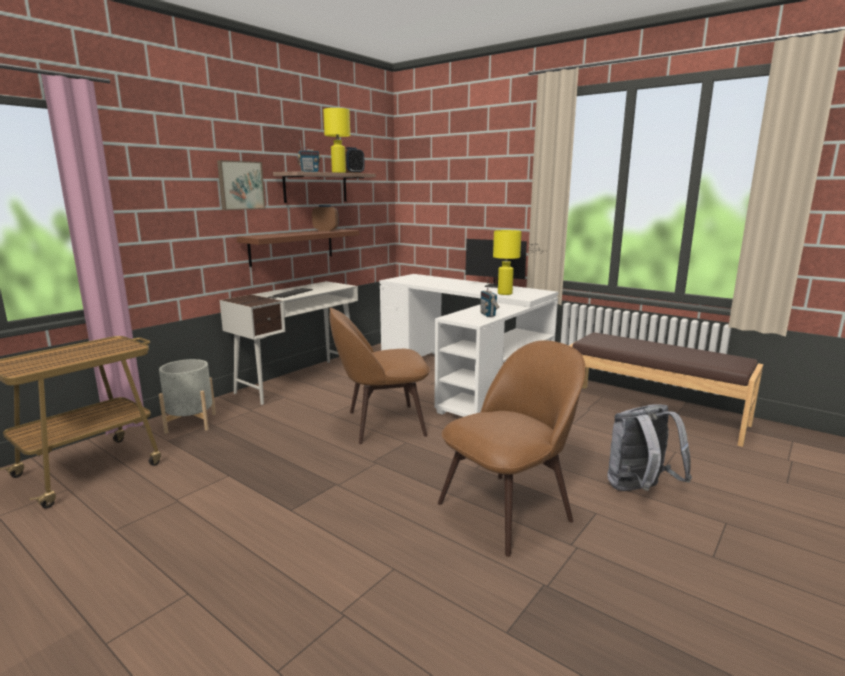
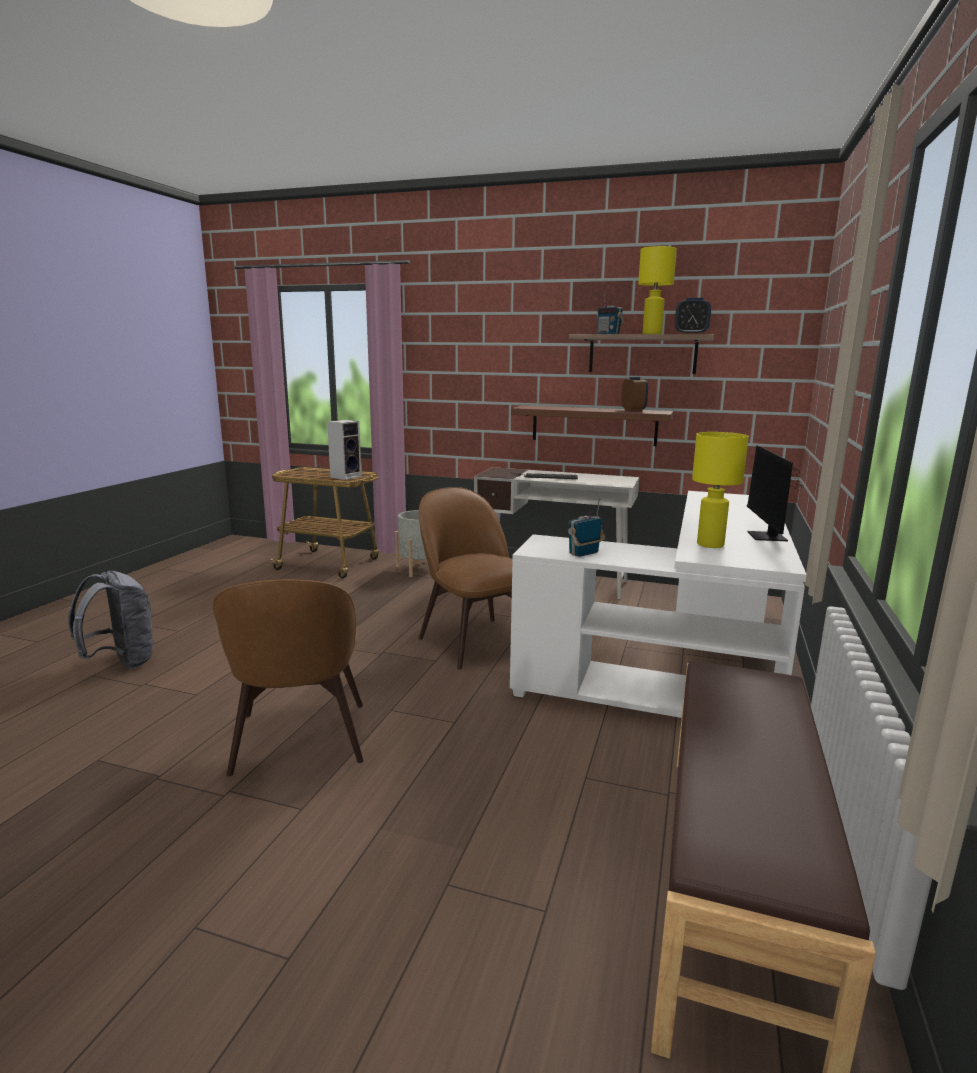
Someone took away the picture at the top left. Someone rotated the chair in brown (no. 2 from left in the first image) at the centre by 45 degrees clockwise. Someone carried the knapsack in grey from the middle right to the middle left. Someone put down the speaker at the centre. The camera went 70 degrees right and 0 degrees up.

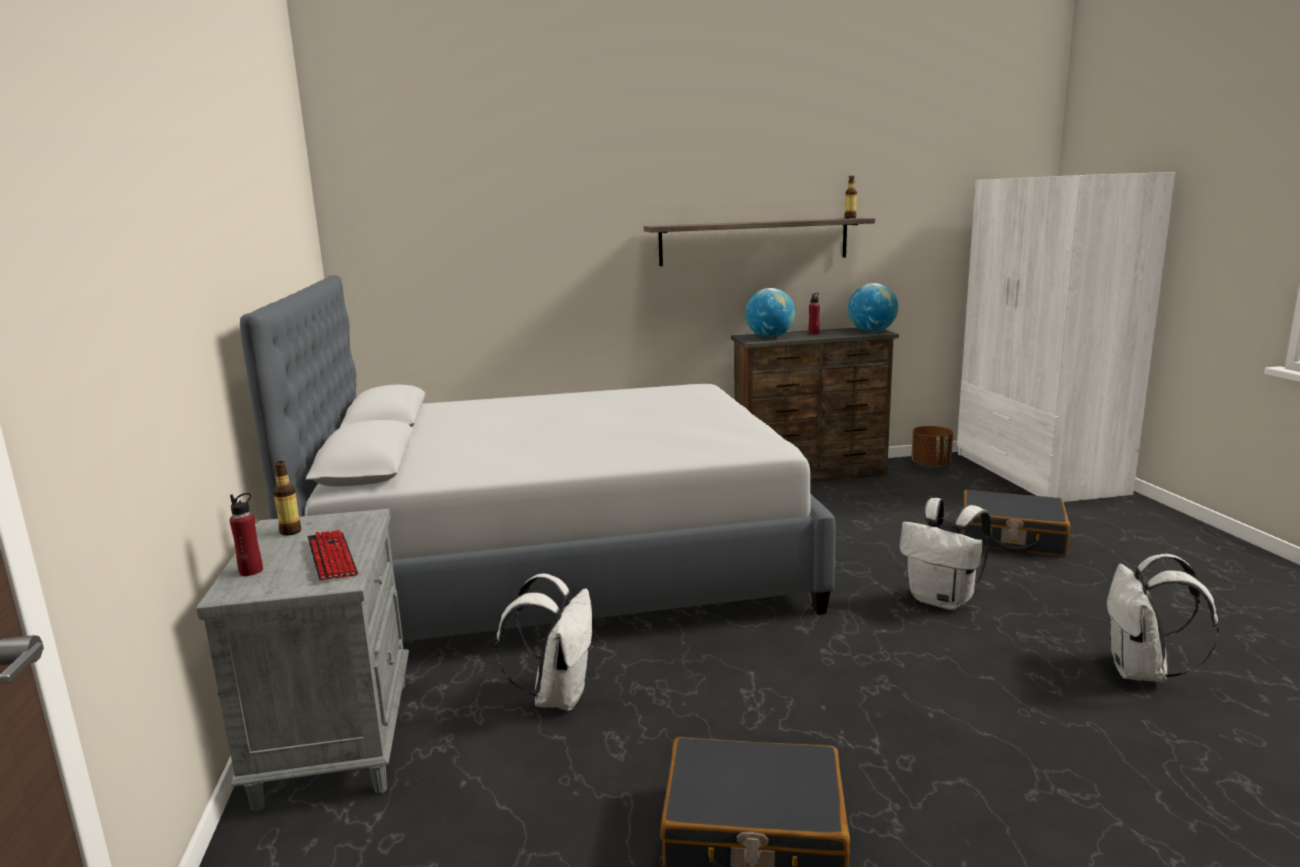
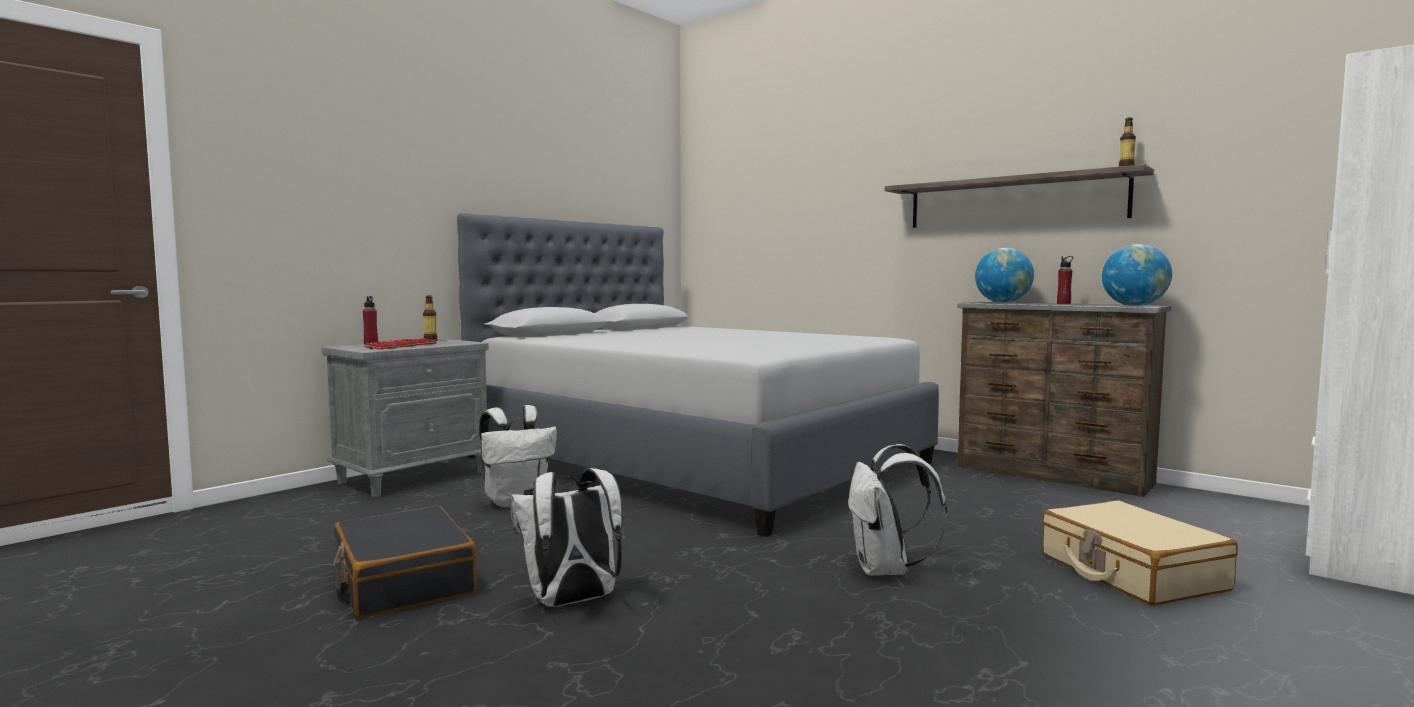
Someone took away the planter in brown at the middle right. Someone repainted the travel case in black-coloured (no. 2 from left) at the middle right, which became the travel case in beige at the bottom right. Someone carried the knapsack in whitish (no. 3 from left in the first image) from the bottom right to the bottom centre. The camera went 50 degrees right and 10 degrees down.

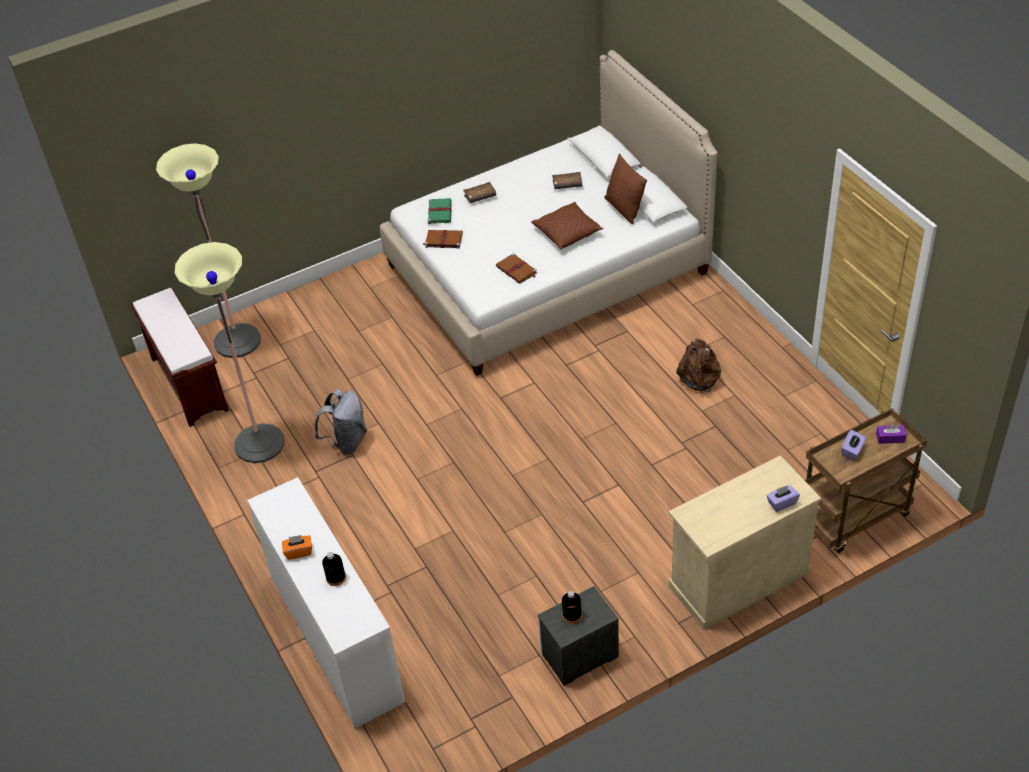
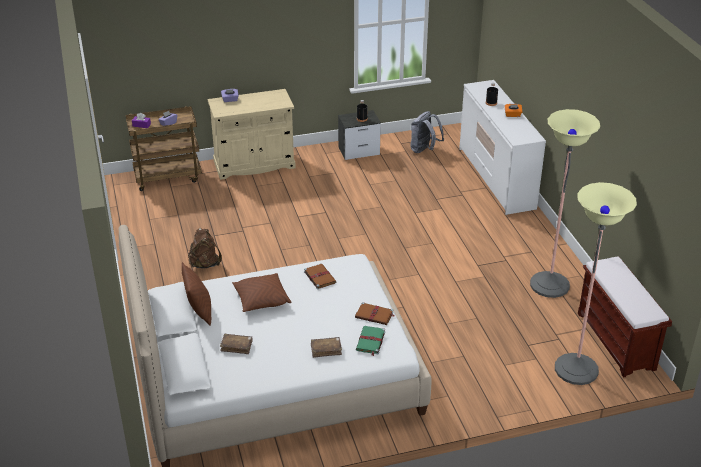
Someone carried the knapsack in grey from the middle left to the top centre. The camera went 170 degrees left and 10 degrees down.

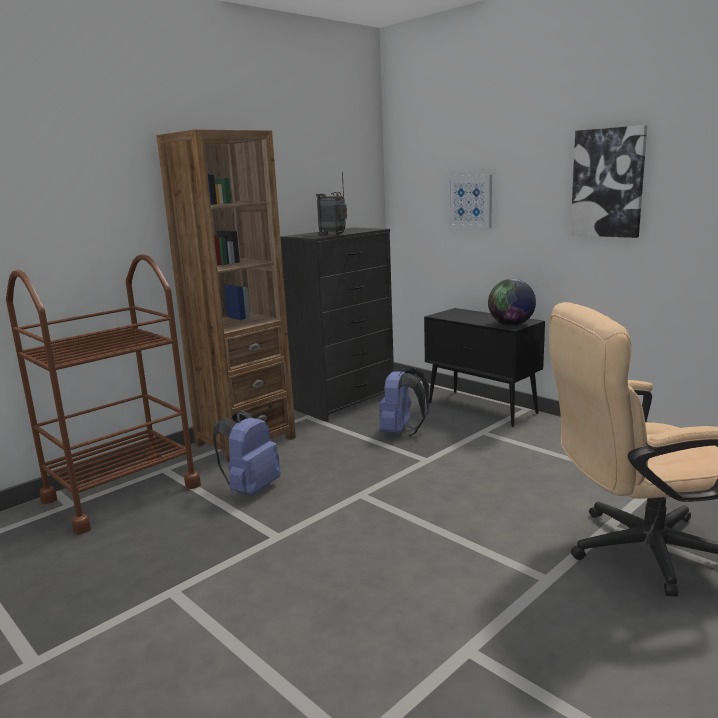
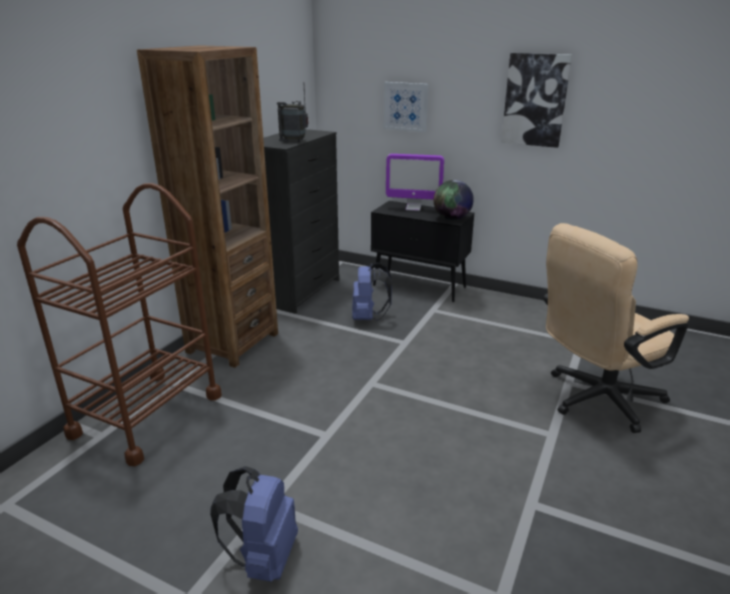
Someone carried the knapsack in blue (no. 1 from left) from the centre to the bottom centre. Someone put down the monitor at the top centre. The camera went 20 degrees left and 10 degrees up.

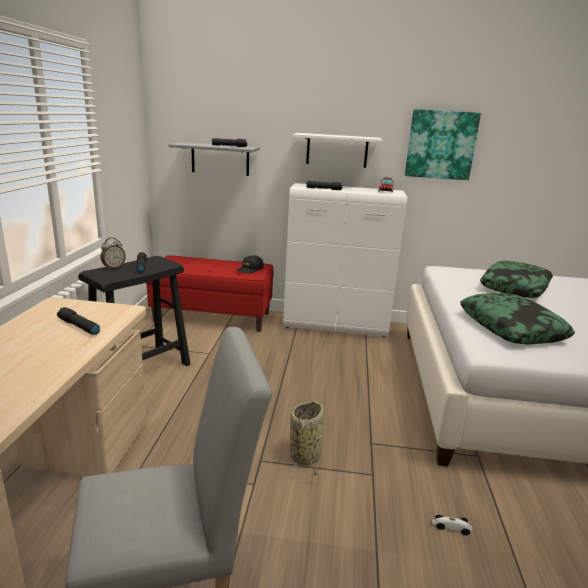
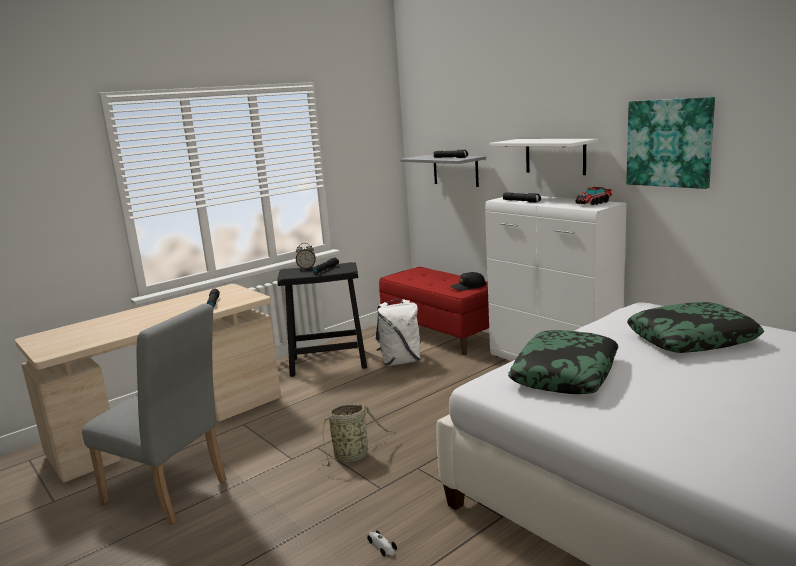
Someone put down the knapsack in whitish at the centre. The camera went 45 degrees right and 5 degrees down.

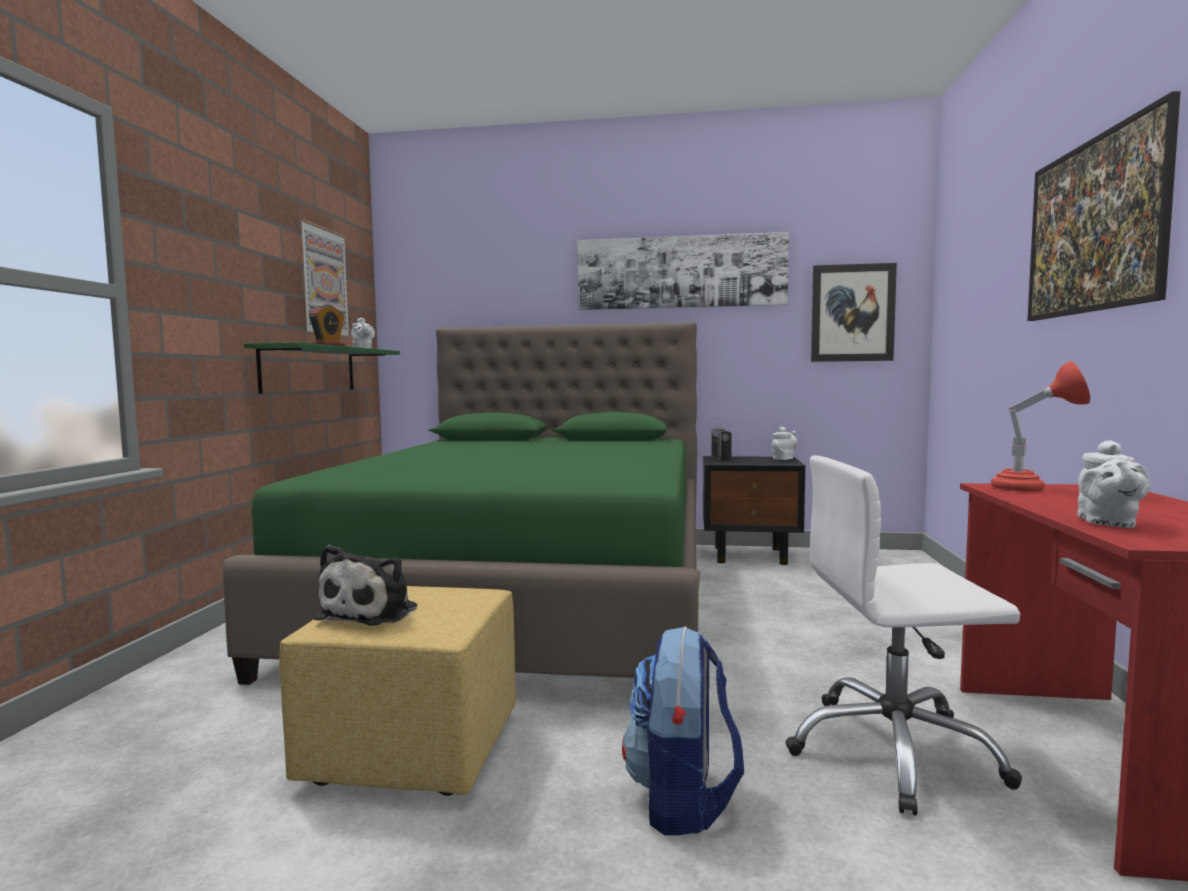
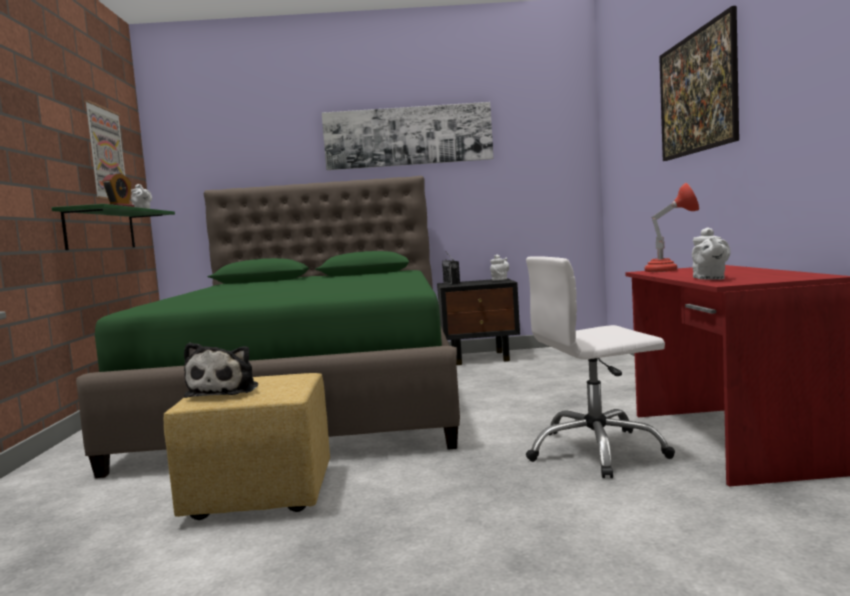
Someone took away the knapsack at the bottom centre. Someone took away the picture (no. 3 from left) at the middle right. The camera went 10 degrees left and 0 degrees up.

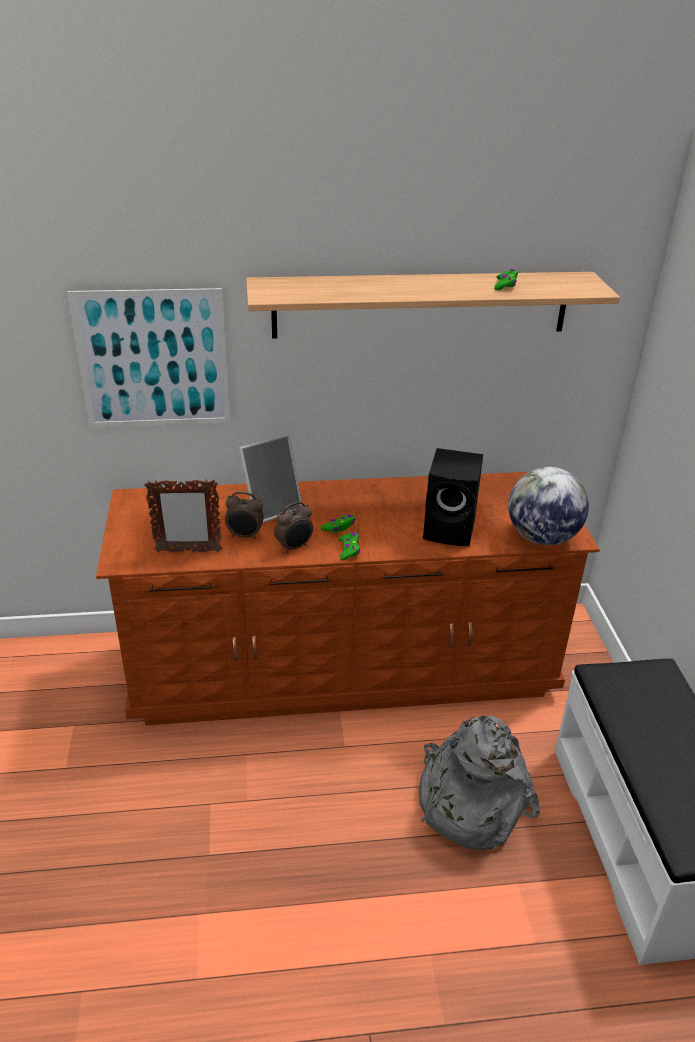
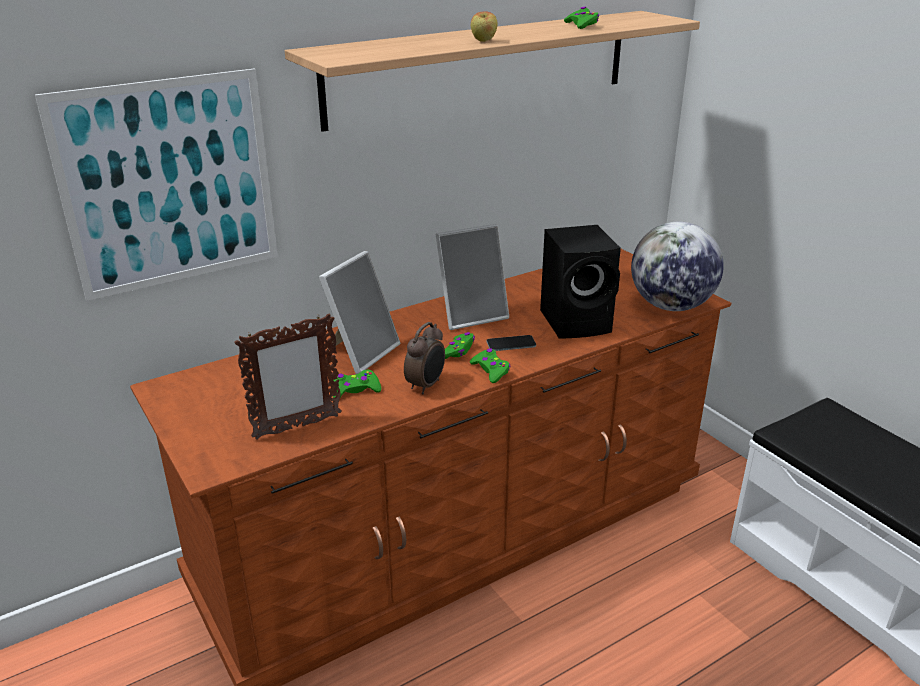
Someone swapped the alarm clock (no. 1 from left) at the centre for the gamepad in greenish (no. 1 from left) at the centre. Someone took away the knapsack in grey at the bottom right. Someone put down the photo frame (no. 3 from left) at the centre. Someone put down the whole apple at the top centre. Someone put down the telephone at the centre. The camera went 25 degrees left and 5 degrees down.

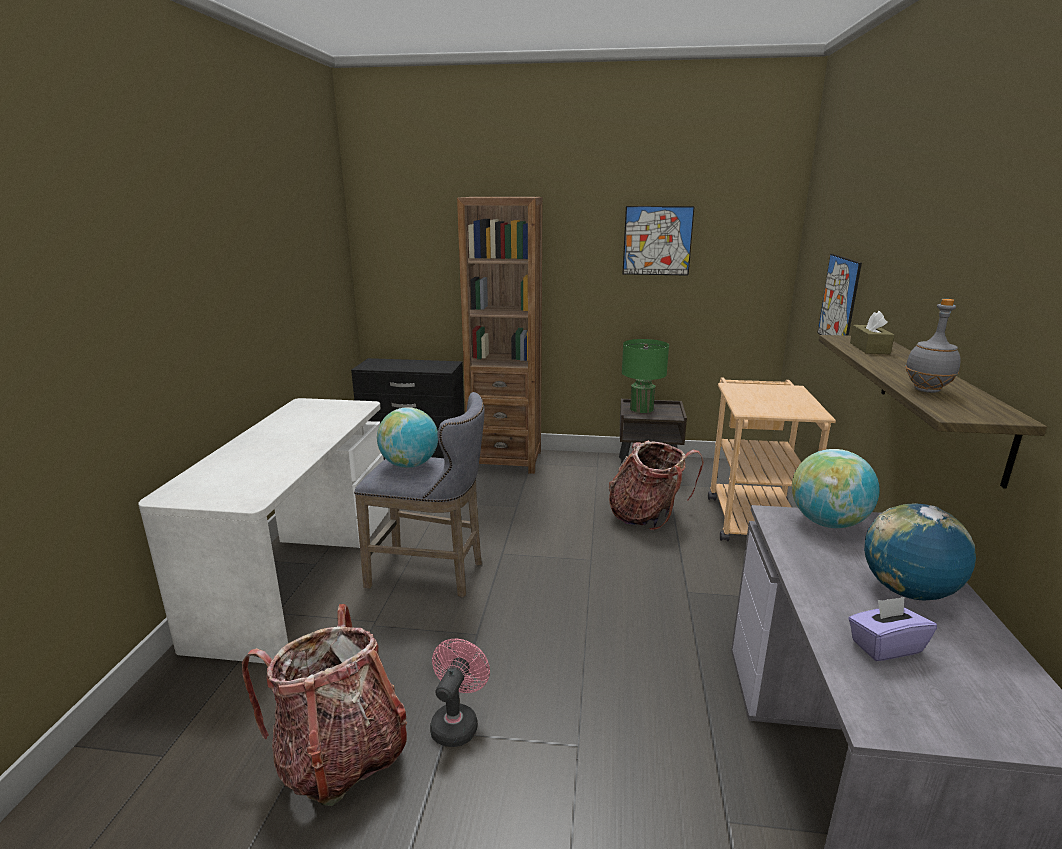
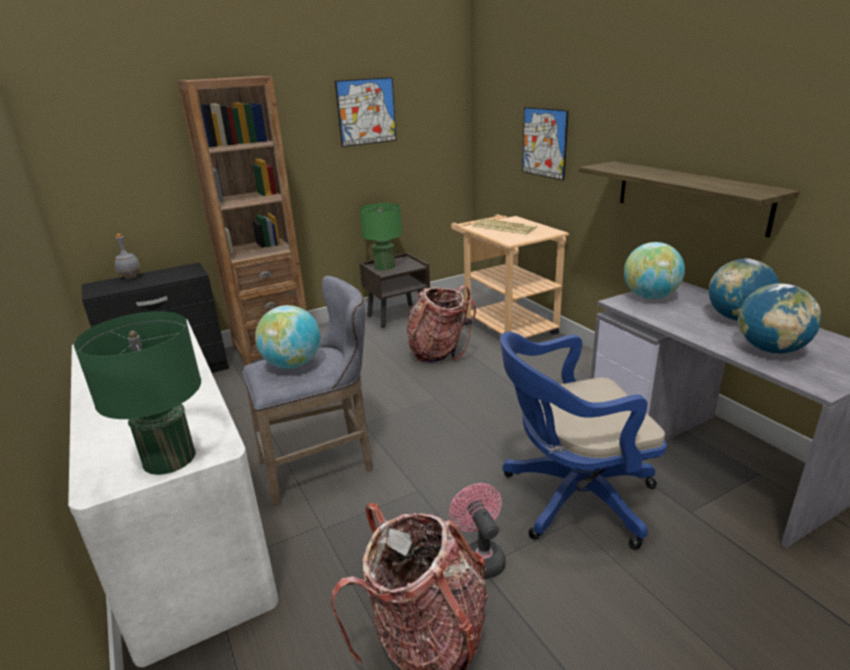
Someone swapped the tissue box in purplish at the bottom right for the desk globe (no. 4 from left) at the middle right. Someone took away the tissue box in brown at the middle right. Someone carried the drink bottle in grey from the middle right to the middle left. Someone put down the tabletop lamp in greenish (no. 1 from left) at the middle left. Someone put down the PC keyboard at the centre. Someone put down the office chair in blue at the middle right. The camera went 35 degrees left and 5 degrees up.

